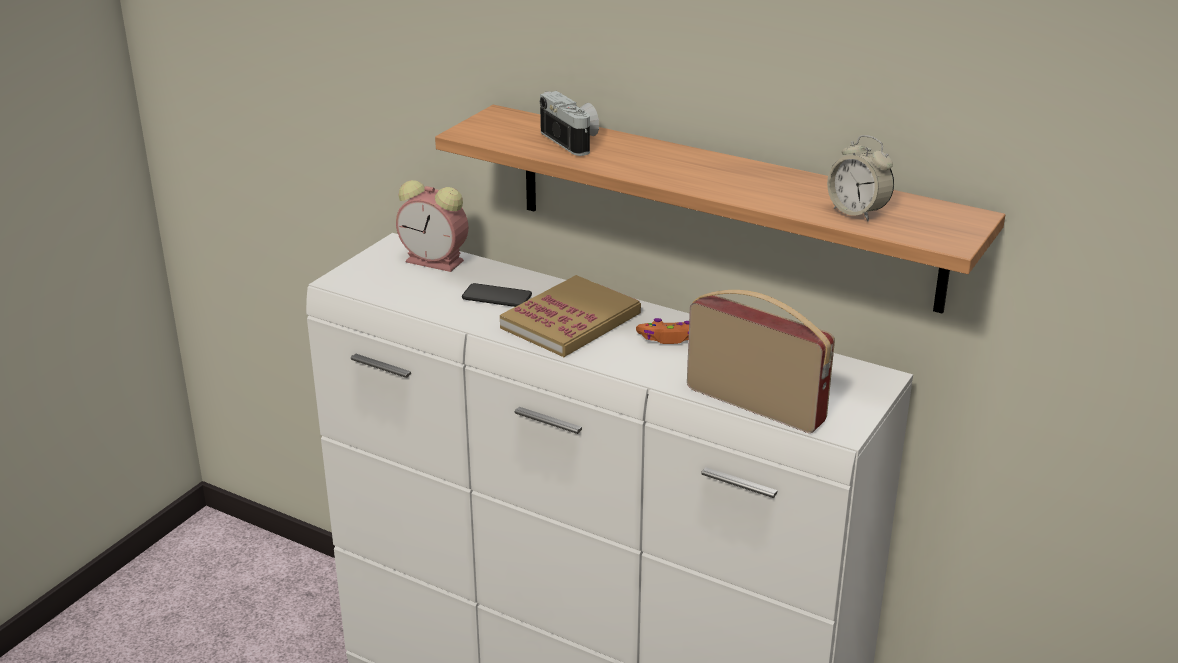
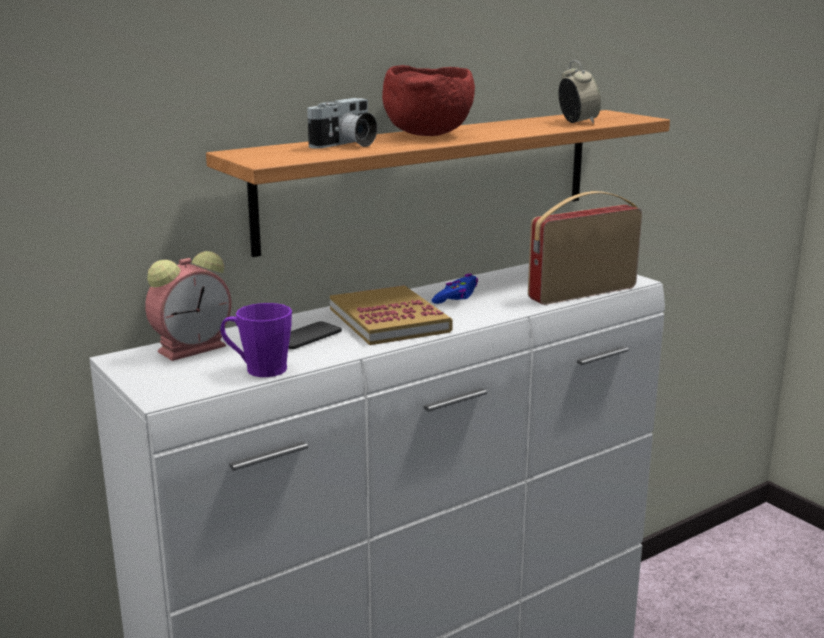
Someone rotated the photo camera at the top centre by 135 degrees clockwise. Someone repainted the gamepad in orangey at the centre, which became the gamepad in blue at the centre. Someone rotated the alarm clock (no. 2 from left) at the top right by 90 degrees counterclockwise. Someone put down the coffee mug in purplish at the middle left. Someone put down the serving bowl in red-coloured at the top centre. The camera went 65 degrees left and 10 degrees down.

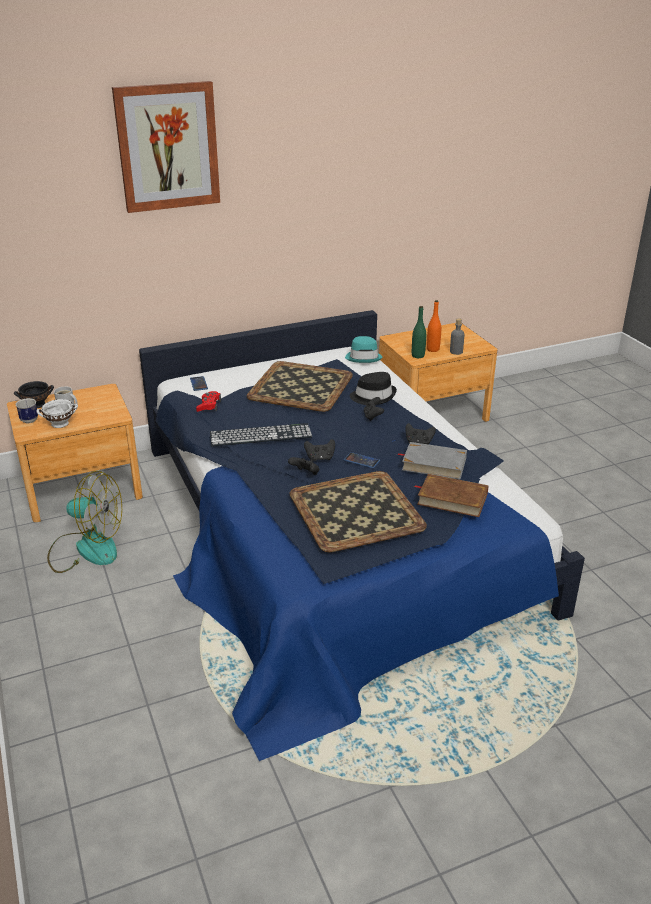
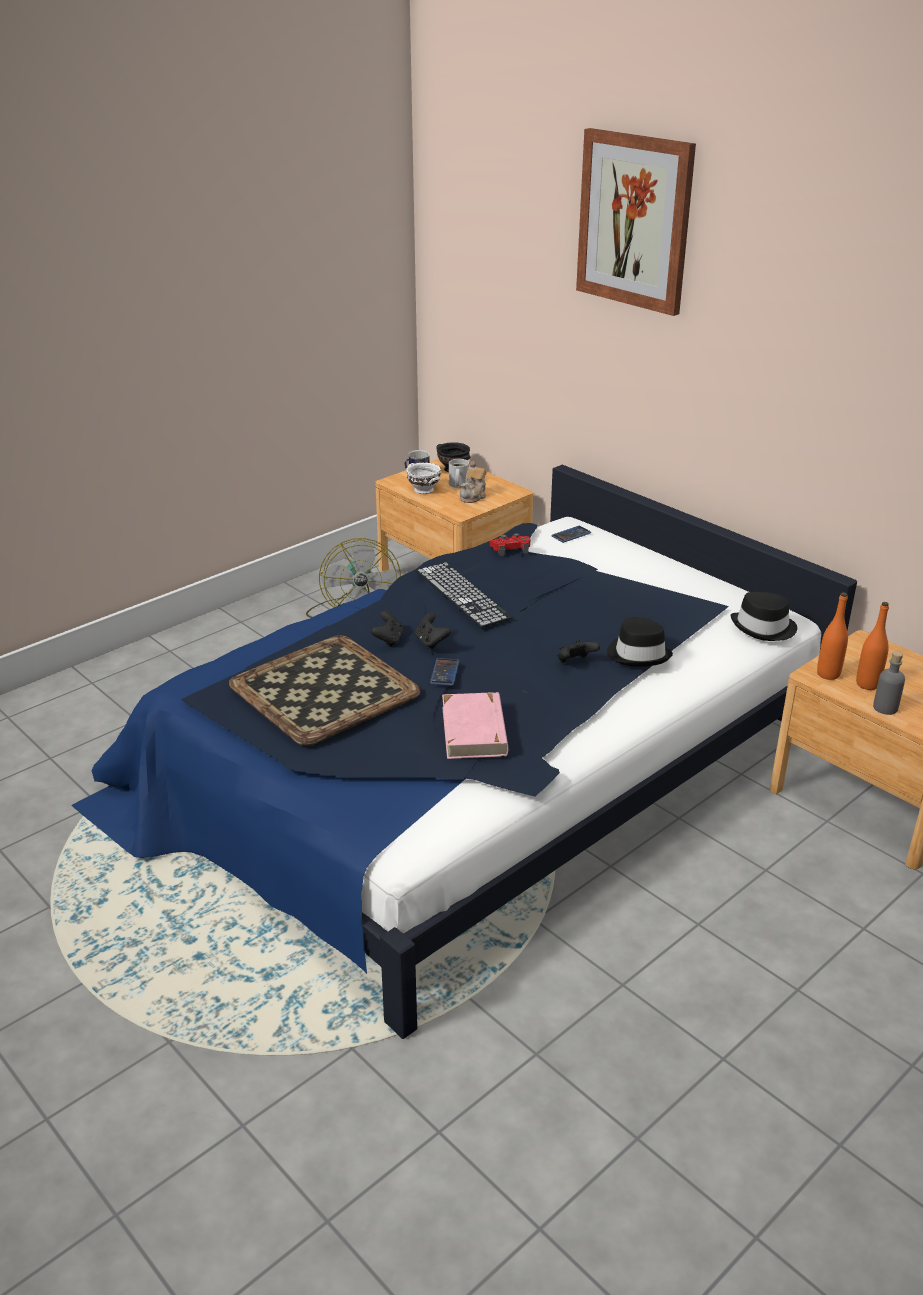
Someone took away the carrying tray (no. 1 from left) at the centre. Someone repainted the wearable hat in turquoise at the centre, which became the wearable hat in black-coloured (no. 2 from left) at the middle right. Someone repainted the bound book in grey at the centre, which became the bound book in pinkish at the centre. Someone took away the gamepad in black-coloured (no. 4 from left) at the centre. Someone repainted the drink bottle in greenish at the centre, which became the drink bottle in orangey (no. 1 from left) at the middle right. Someone took away the bound book in brown at the middle right. Someone put down the tea pot at the centre. The camera went 70 degrees right and 0 degrees up.

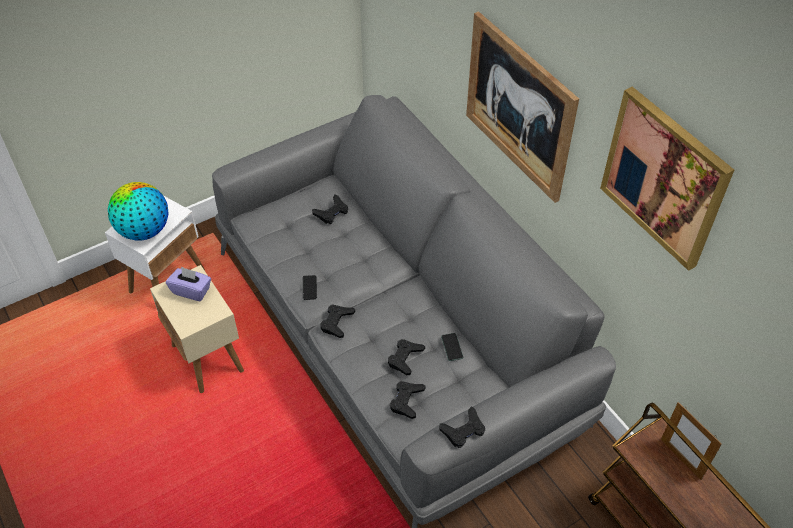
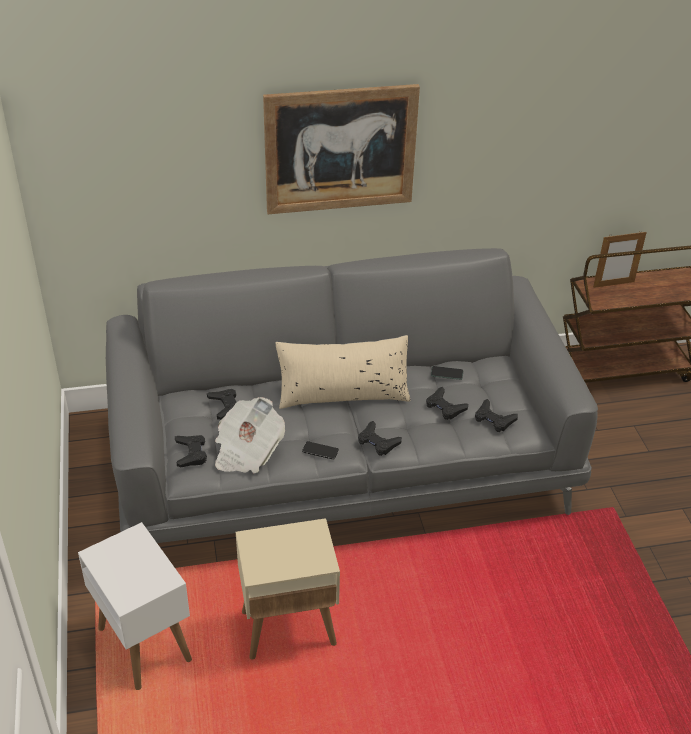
Someone took away the desk globe at the middle left. Someone took away the tissue box in purplish at the middle left. Someone carried the gamepad in black-coloured (no. 5 from left in the first image) from the bottom centre to the middle left. Someone took away the picture (no. 2 from left) at the middle right. Someone put down the daily paper at the centre. Someone put down the cushion in beige at the centre. The camera went 70 degrees left and 10 degrees down.

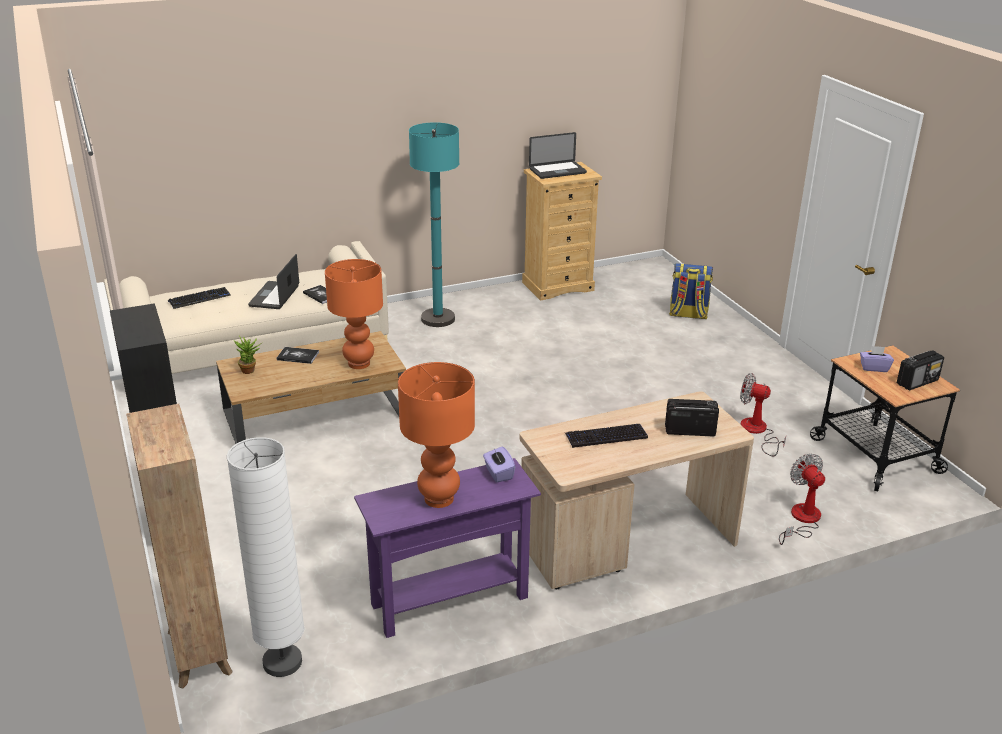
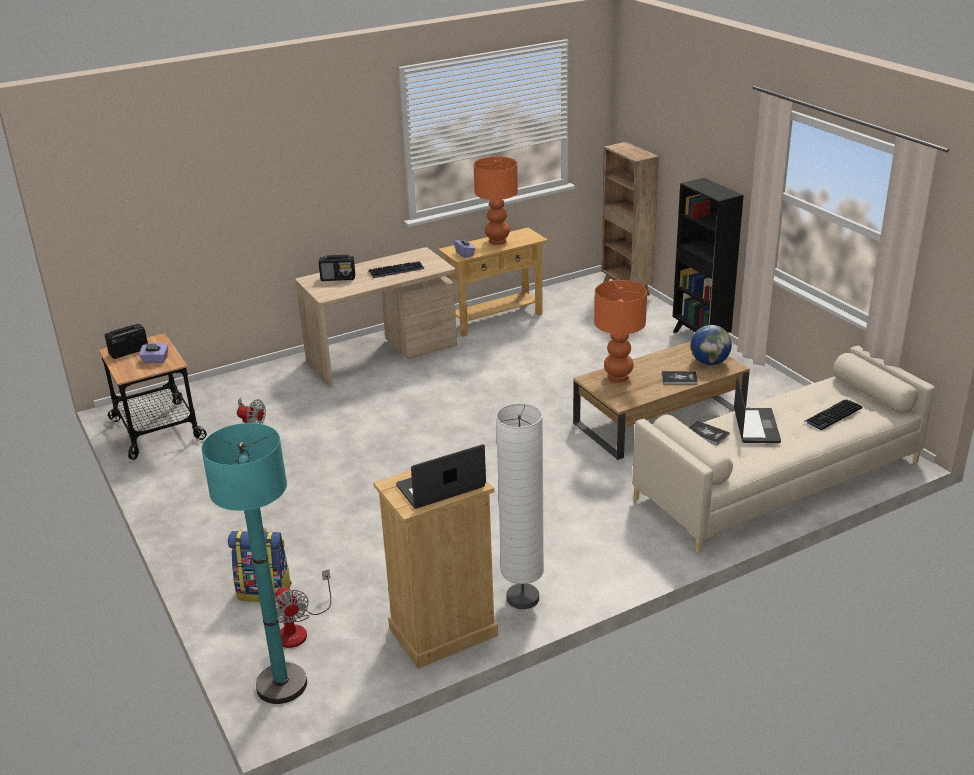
Someone carried the standard lamp in whitish from the bottom left to the centre. Someone swapped the potted plant at the middle left for the desk globe at the middle right. Someone repainted the narrow table in purplish at the bottom centre, which became the narrow table in beige at the centre. Someone carried the standard lamp in turquoise from the top centre to the bottom left. Someone carried the cooling fan (no. 2 from left) from the bottom right to the bottom left. The camera went 175 degrees right and 0 degrees up.

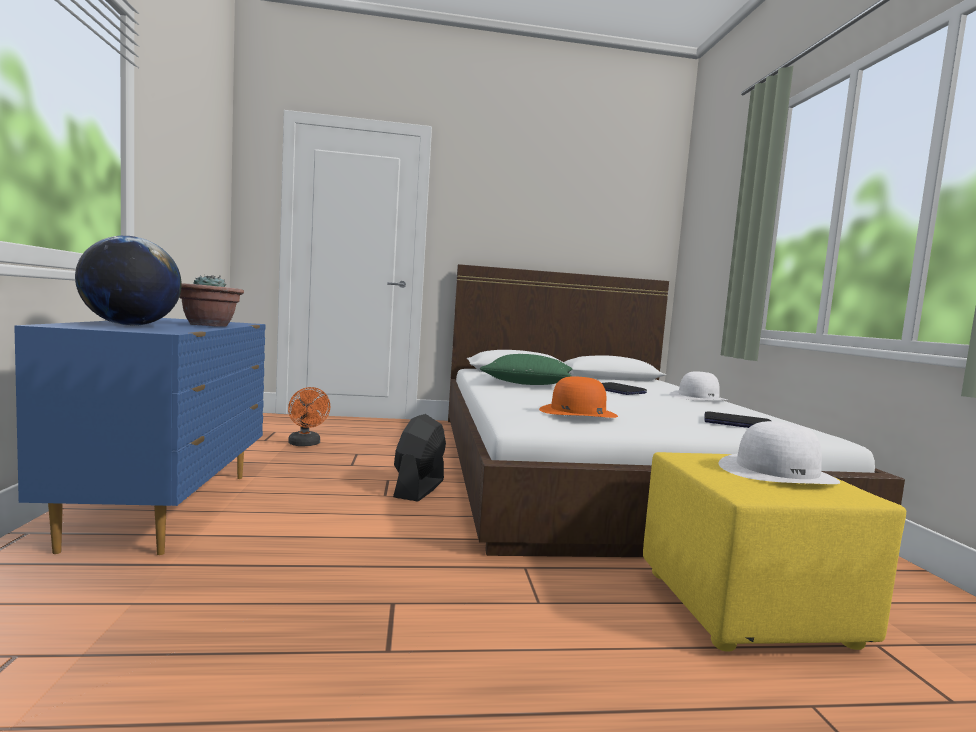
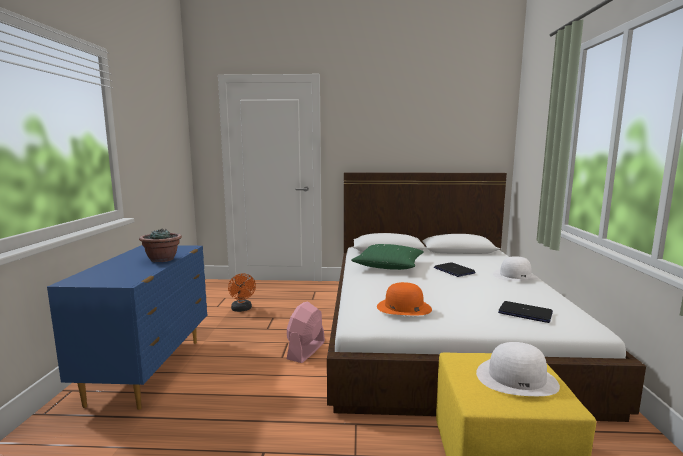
Someone took away the desk globe at the middle left. Someone repainted the cooling fan in black-coloured at the centre, which became the cooling fan in pinkish at the bottom centre. The camera went 10 degrees right and 5 degrees up.

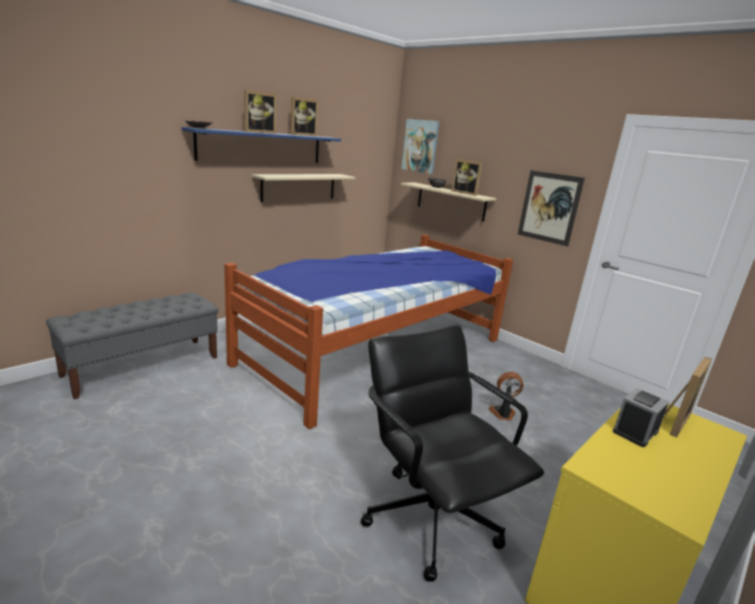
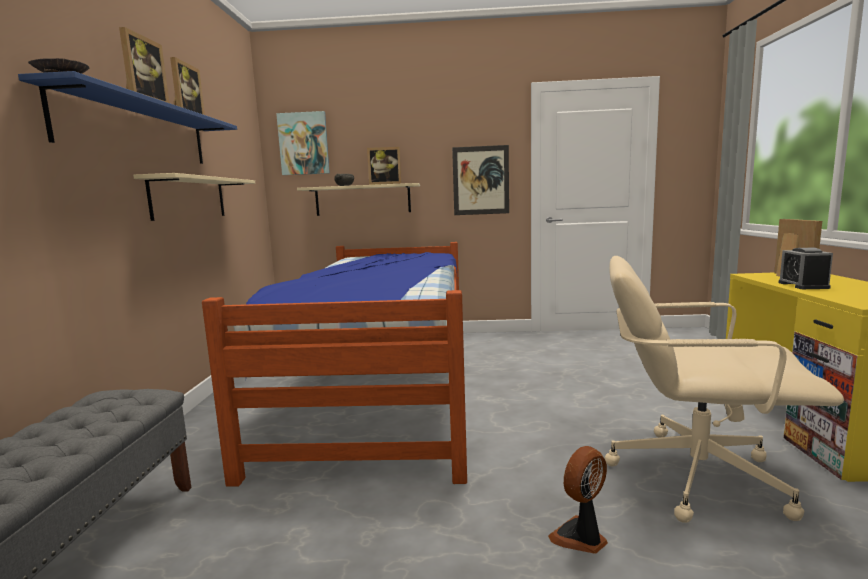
Someone repainted the office chair in black-coloured at the bottom centre, which became the office chair in beige at the bottom right. Someone carried the cooling fan from the middle right to the bottom centre. The camera went 40 degrees left and 10 degrees down.

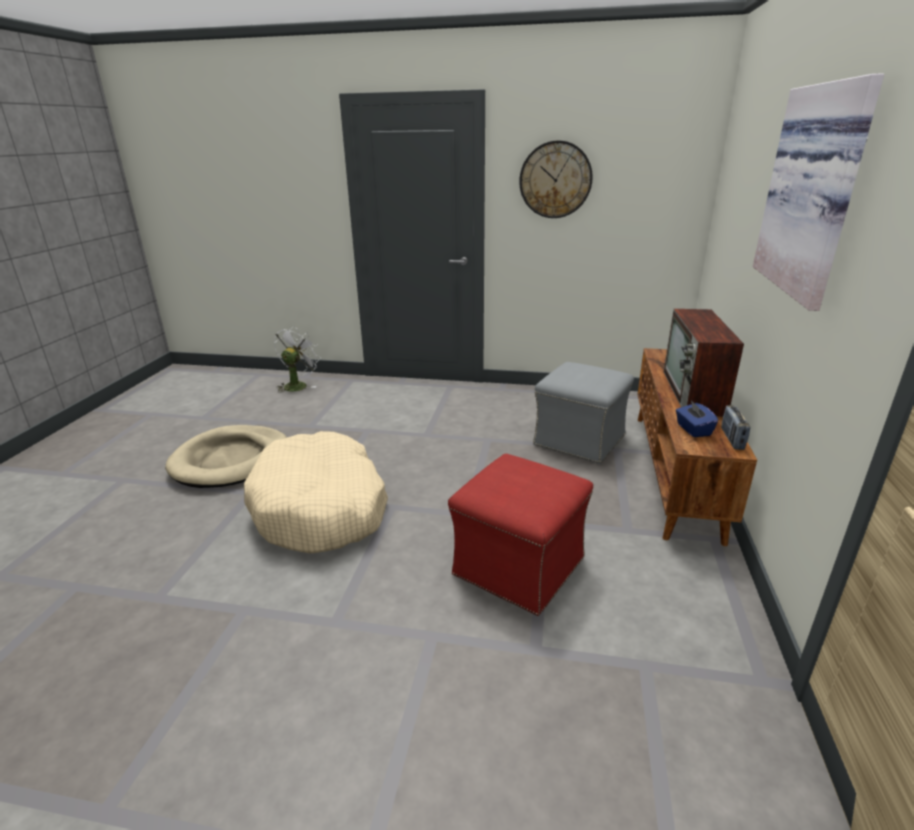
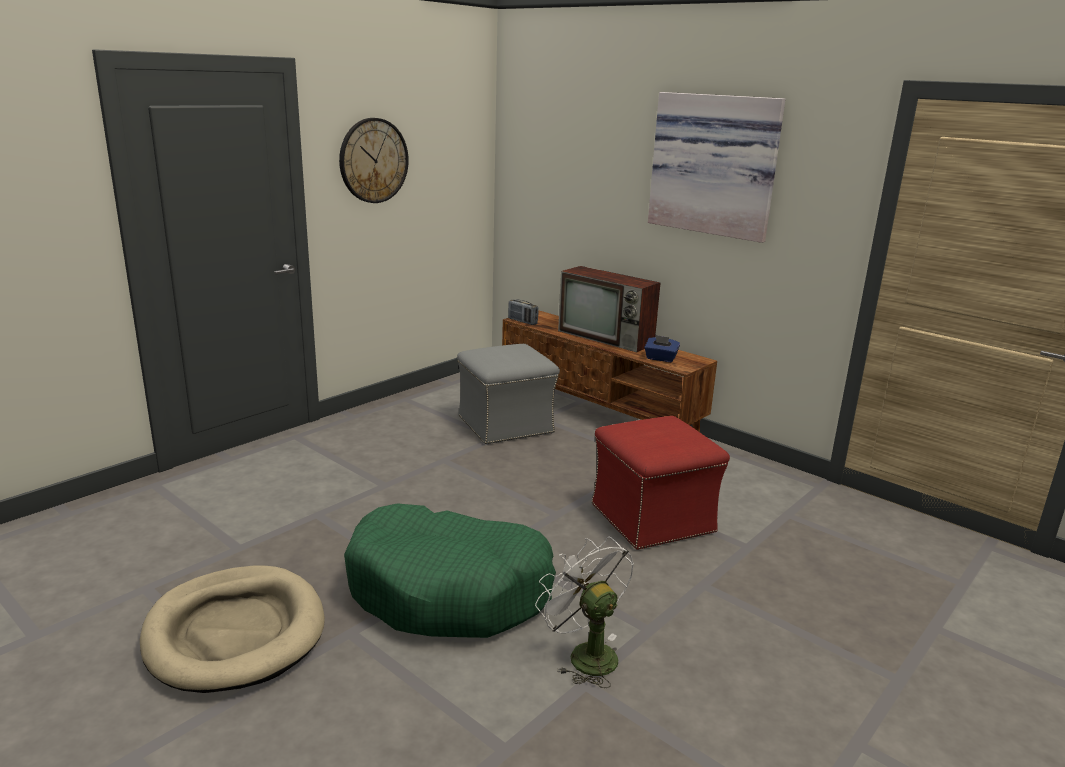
Someone repainted the dog bed in beige (no. 2 from left) at the centre, which became the dog bed in greenish at the bottom centre. Someone carried the cooling fan in whitish from the middle left to the bottom centre. Someone carried the radio receiver from the middle right to the centre. The camera went 60 degrees left and 5 degrees down.

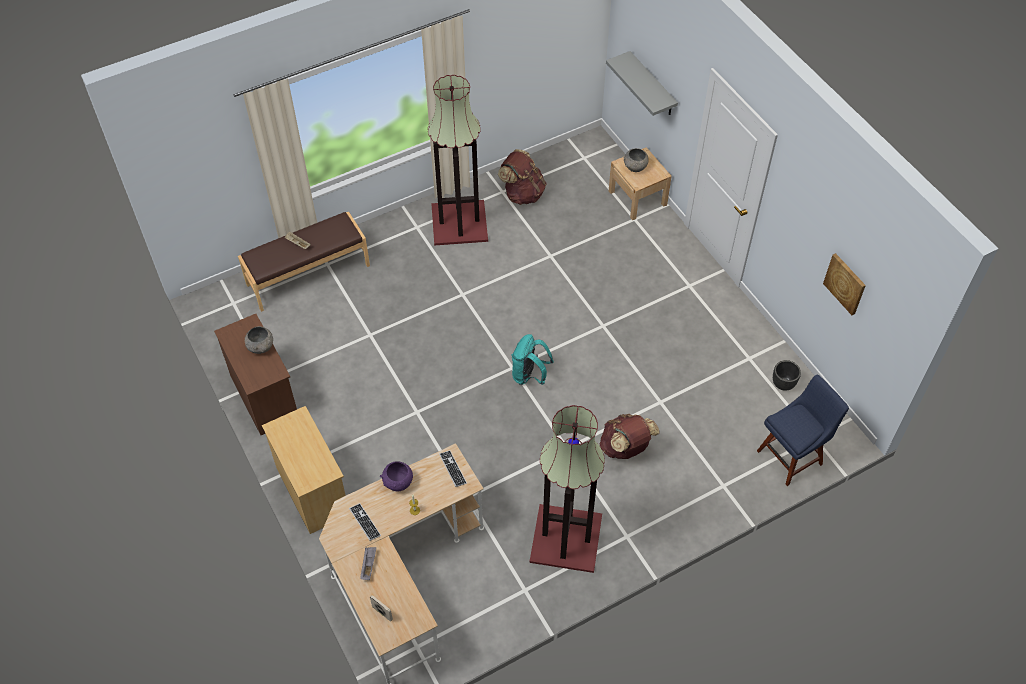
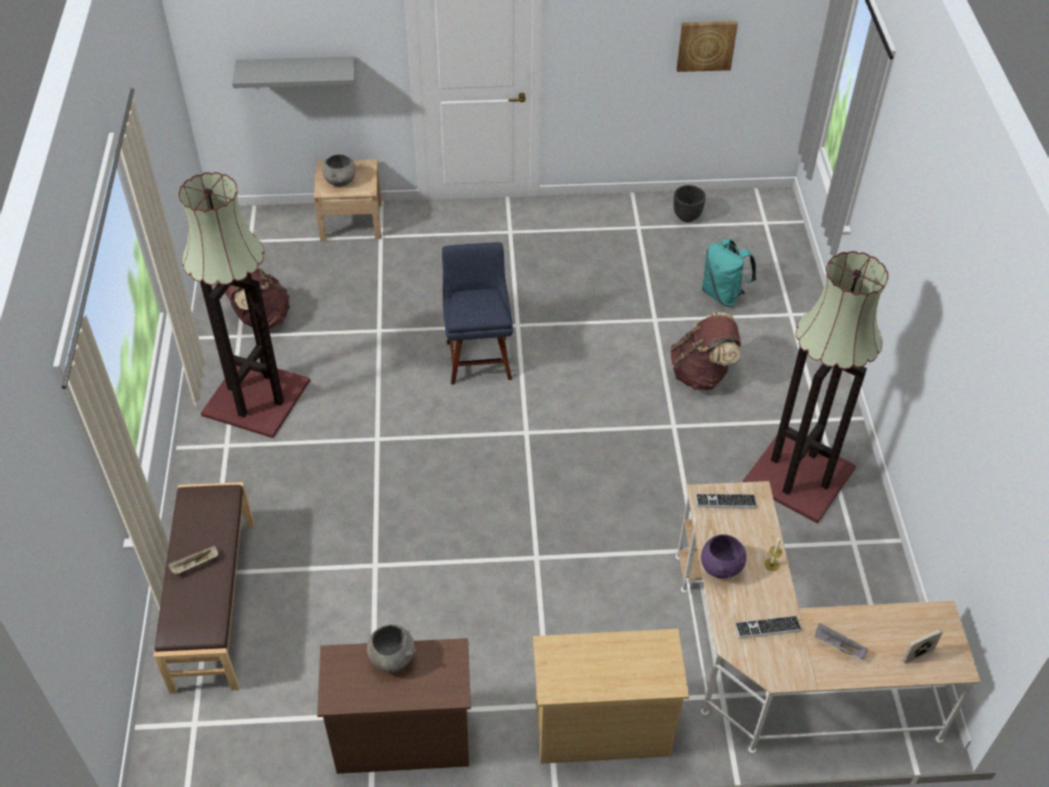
Someone carried the knapsack in turquoise from the centre to the middle right. Someone carried the chair in blue from the middle right to the centre. The camera went 65 degrees left and 5 degrees down.

